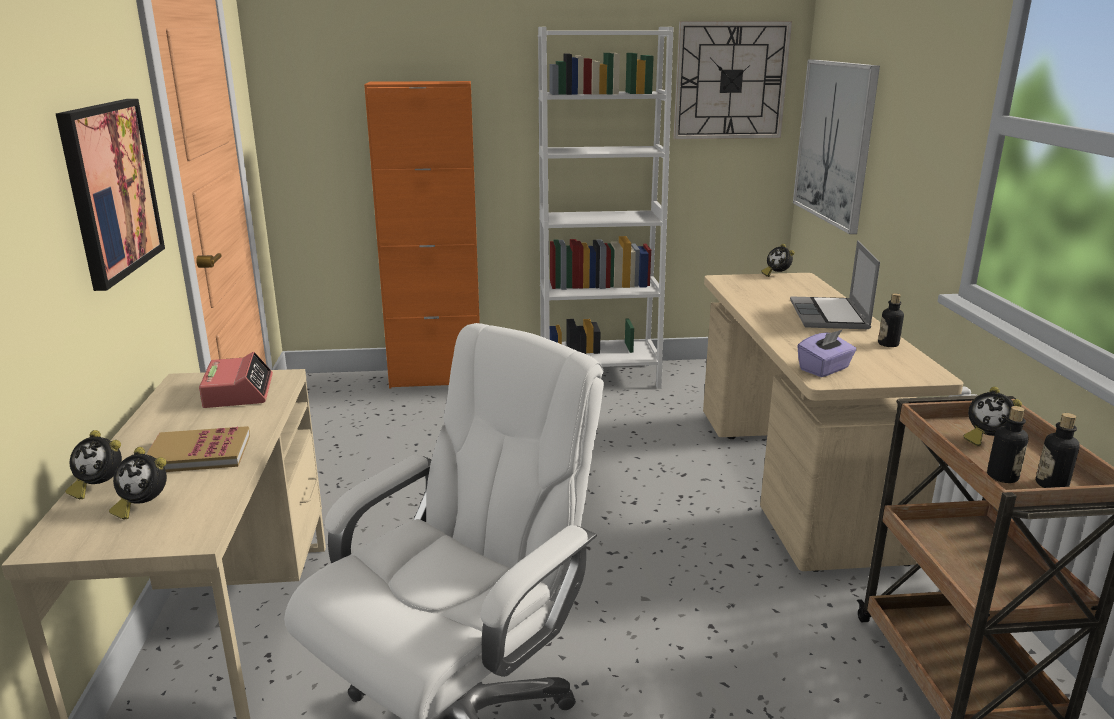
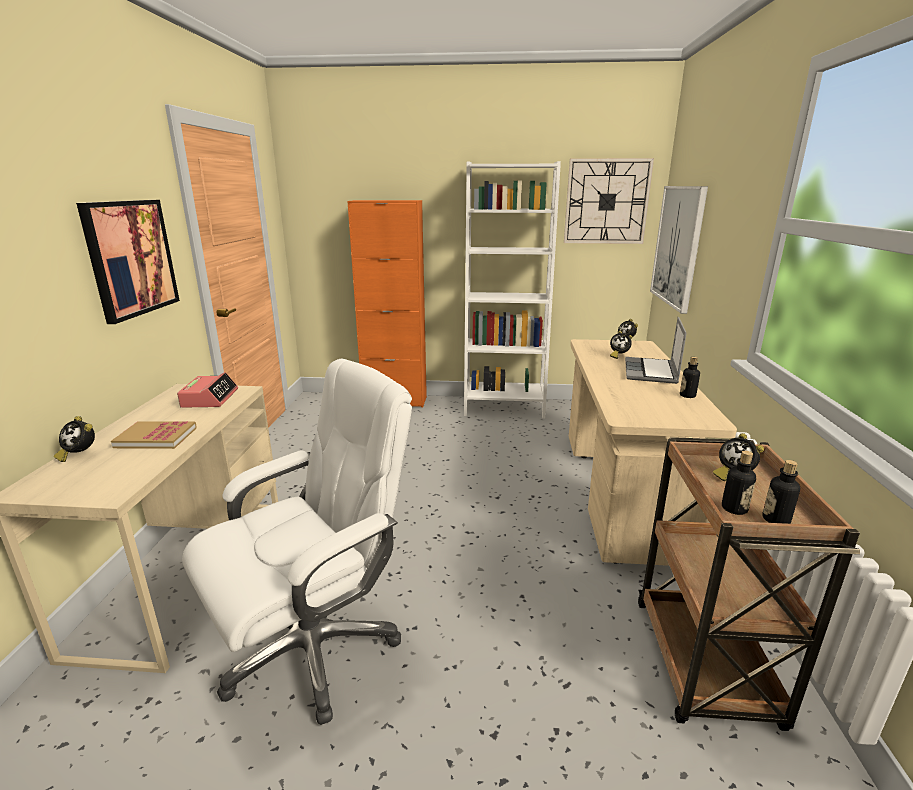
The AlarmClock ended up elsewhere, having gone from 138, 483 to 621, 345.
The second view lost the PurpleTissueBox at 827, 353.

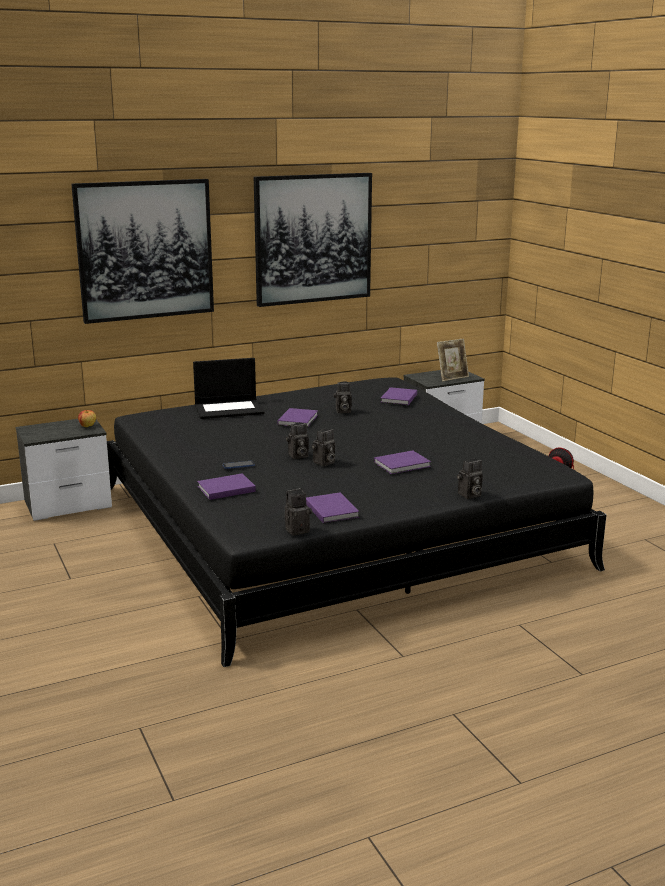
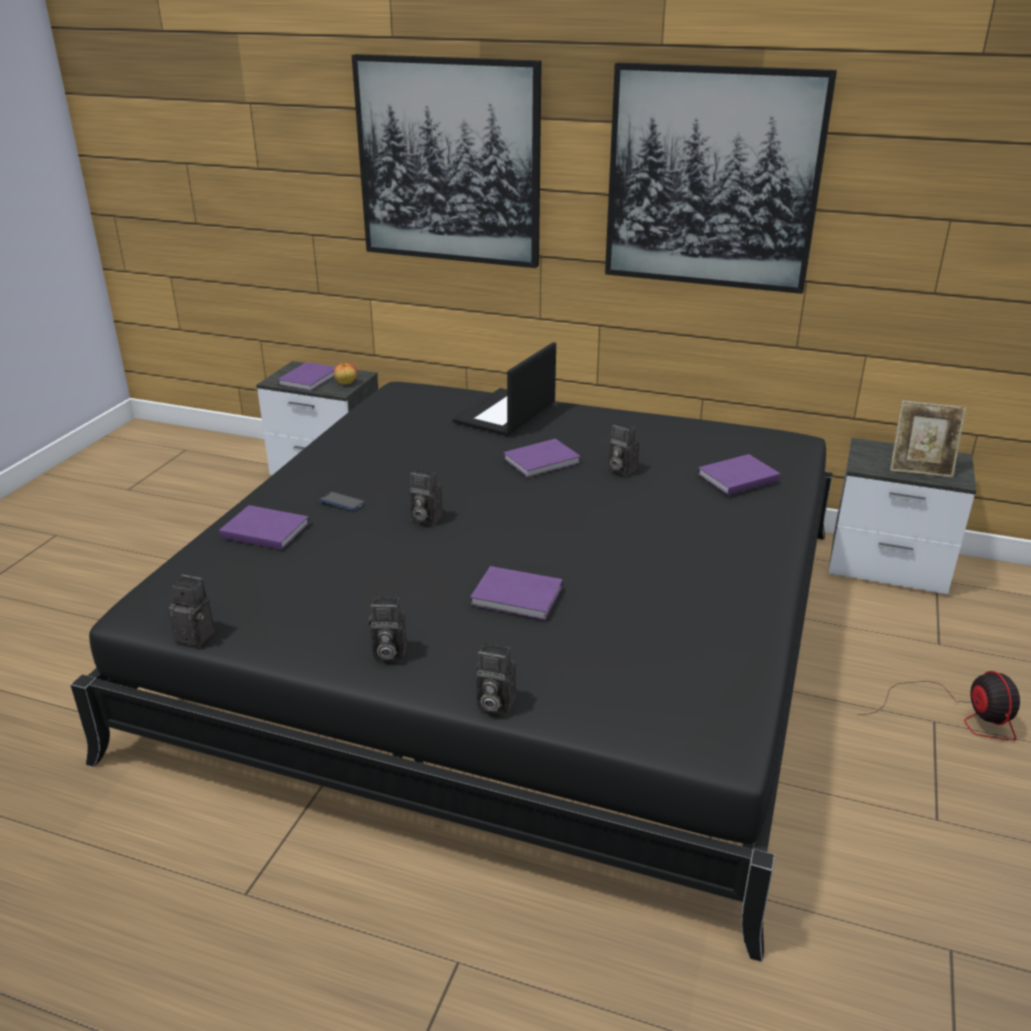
The Laptop at 228, 388 ended up facing another way, 90 degrees clockwise from before.
The PurpleBook ended up elsewhere, having gone from 333, 507 to 306, 376.
The PhotoCamera ended up elsewhere, having gone from 323, 447 to 387, 629.

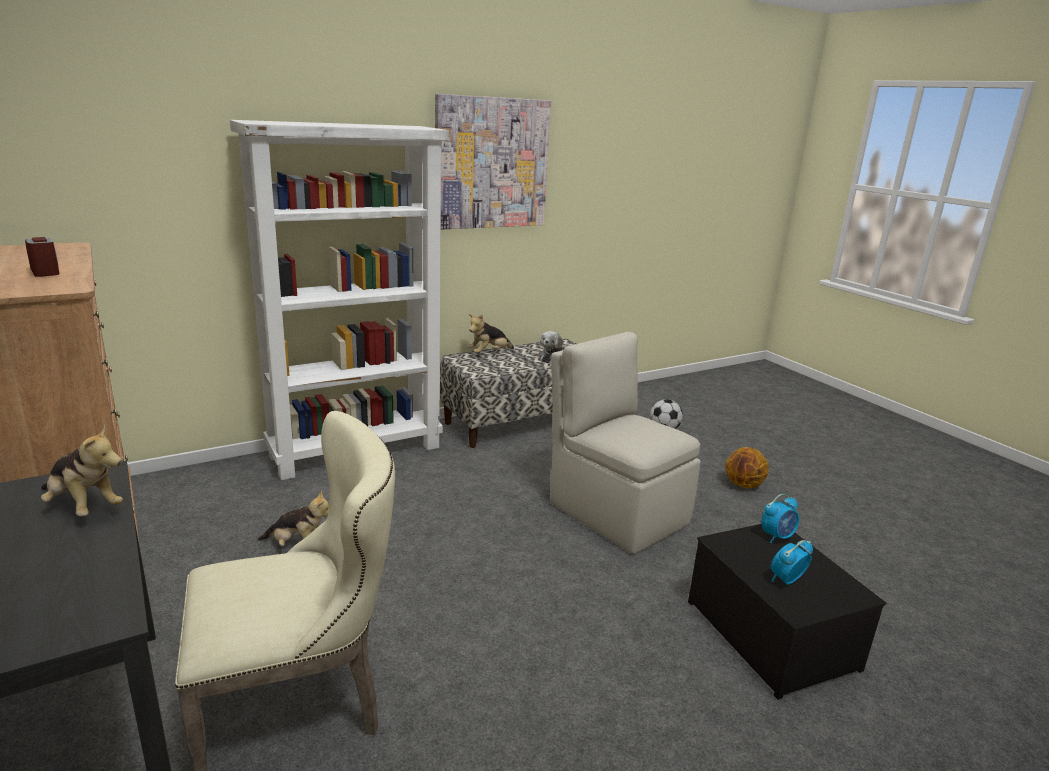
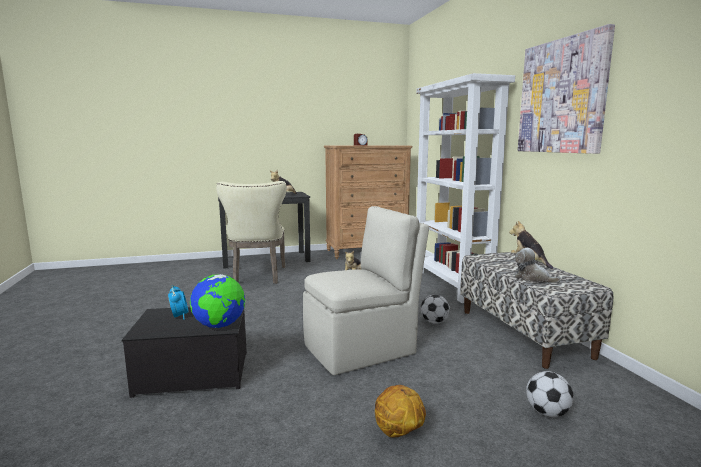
Where the AlarmClock stood at 780, 518, the Globe came to stand at 217, 301.
The second view gained the Football at 435, 309.

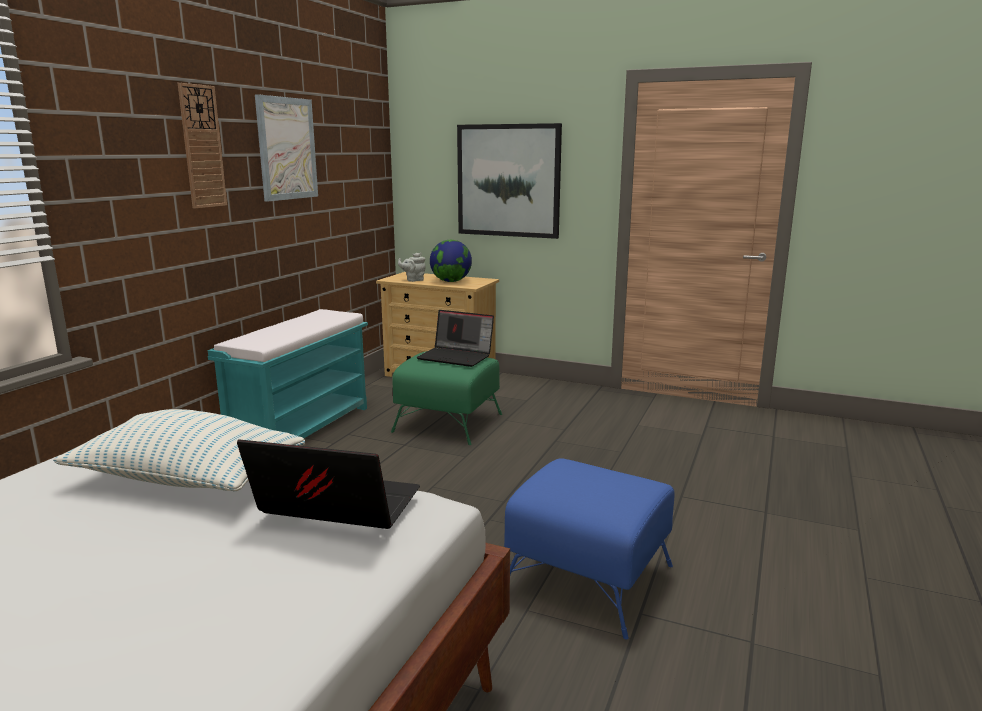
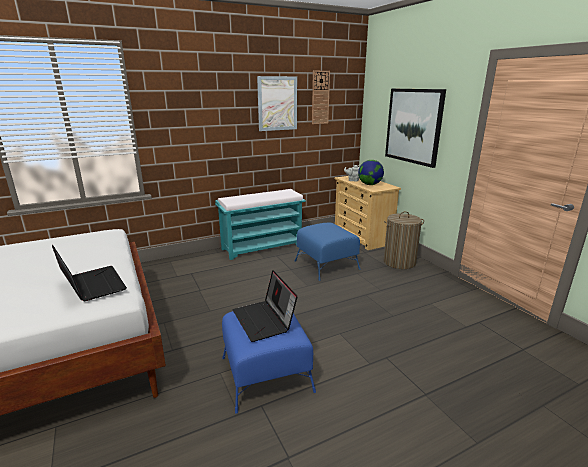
The second view lost the Pillow at 179, 450.
The WallClock ended up elsewhere, having gone from 202, 145 to 321, 97.
What was the GreenOttoman at 446, 398 turned into the BlueOttoman at 328, 252.
The Laptop ended up elsewhere, having gone from 455, 338 to 265, 306.
The second view gained the LaundryBasket at 404, 240.

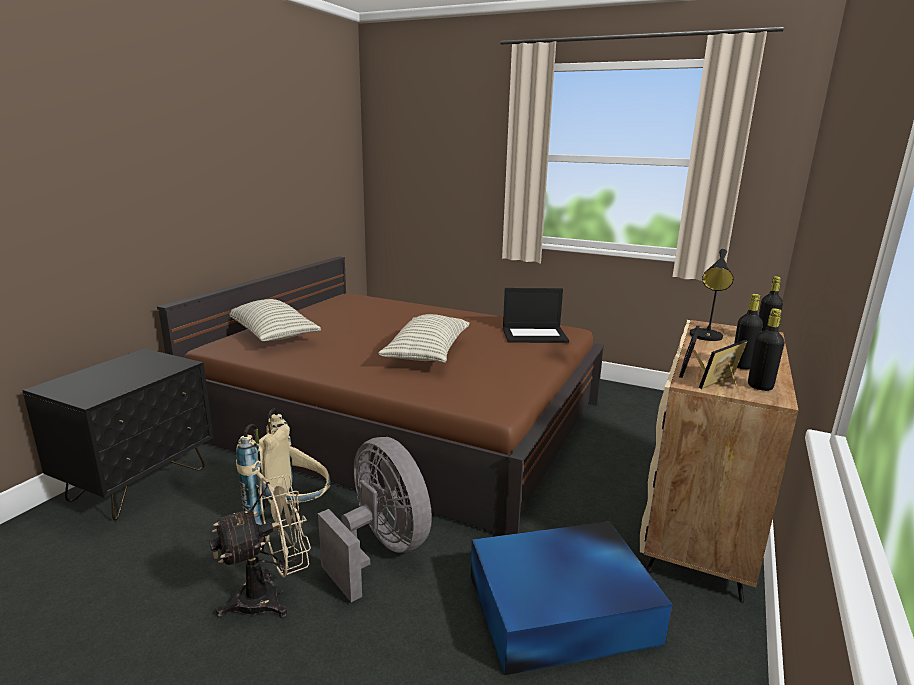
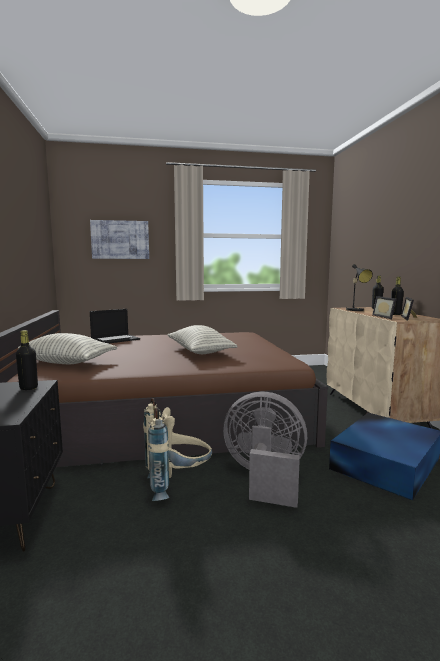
The second view lost the BeigeFan at 260, 546.
The Laptop ended up elsewhere, having gone from 536, 315 to 115, 326.
The BlackBottle ended up elsewhere, having gone from 766, 349 to 27, 360.
The second view gained the Picture at 119, 239.

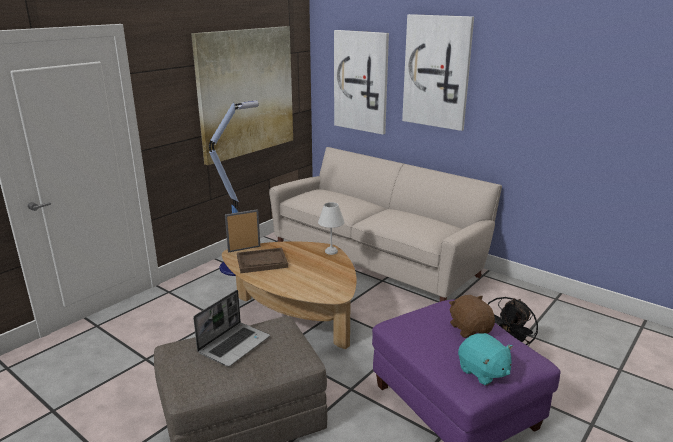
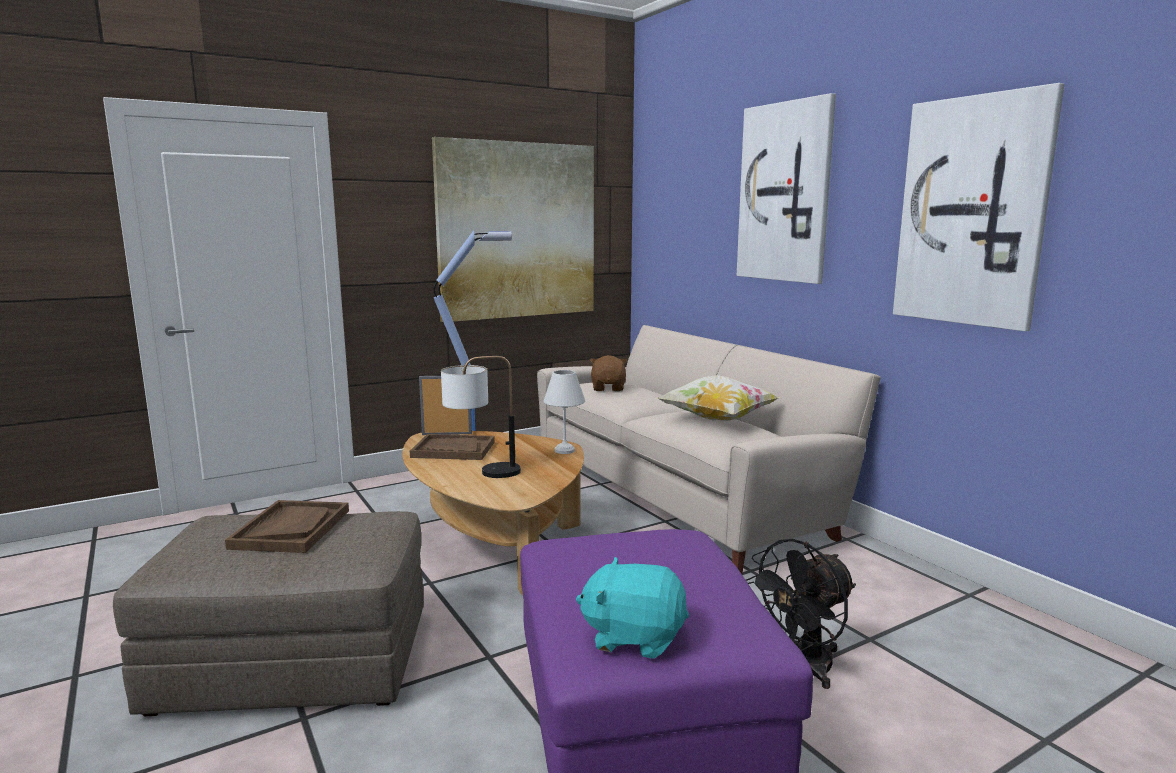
Where the Laptop stood at 231, 328, the BrownTray came to stand at 287, 526.
The Picture ended up elsewhere, having gone from 361, 82 to 979, 207.
The BrownPlushToy ended up elsewhere, having gone from 472, 316 to 608, 373.
The TurquoisePlushToy at 485, 359 ended up facing another way, 120 degrees clockwise from before.
The second view gained the TableLamp at 481, 417.
The second view gained the Pillow at 719, 398.

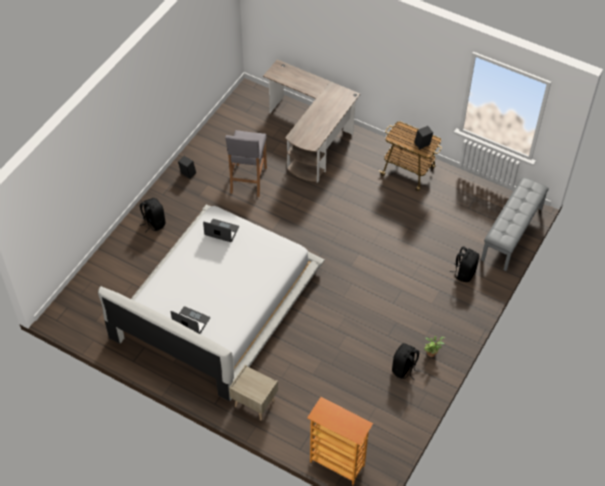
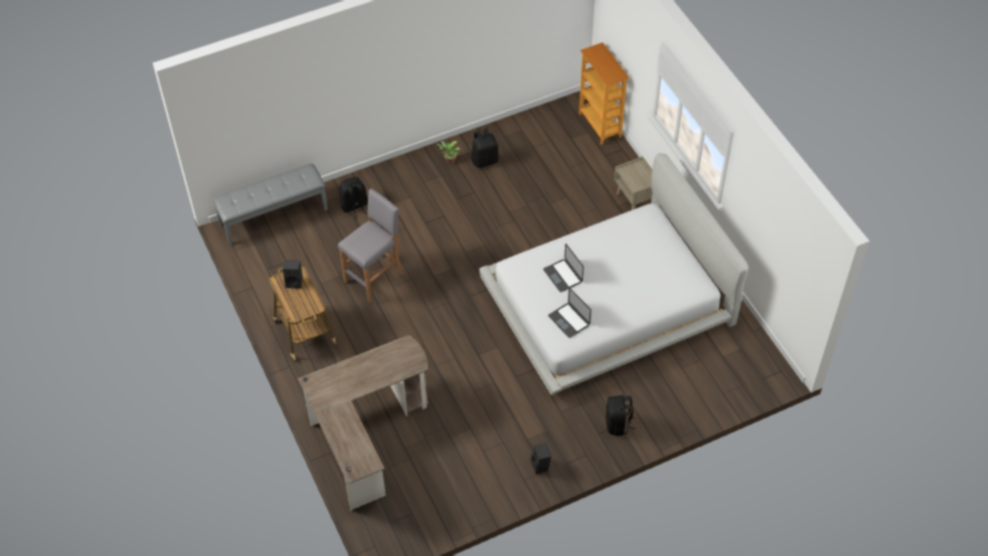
The Laptop ended up elsewhere, having gone from 190, 320 to 563, 268.
The GreyStool ended up elsewhere, having gone from 246, 163 to 371, 245.

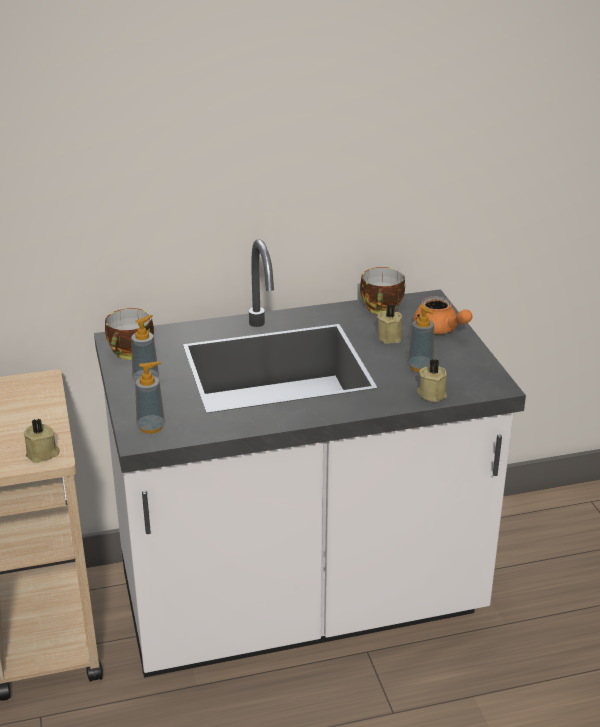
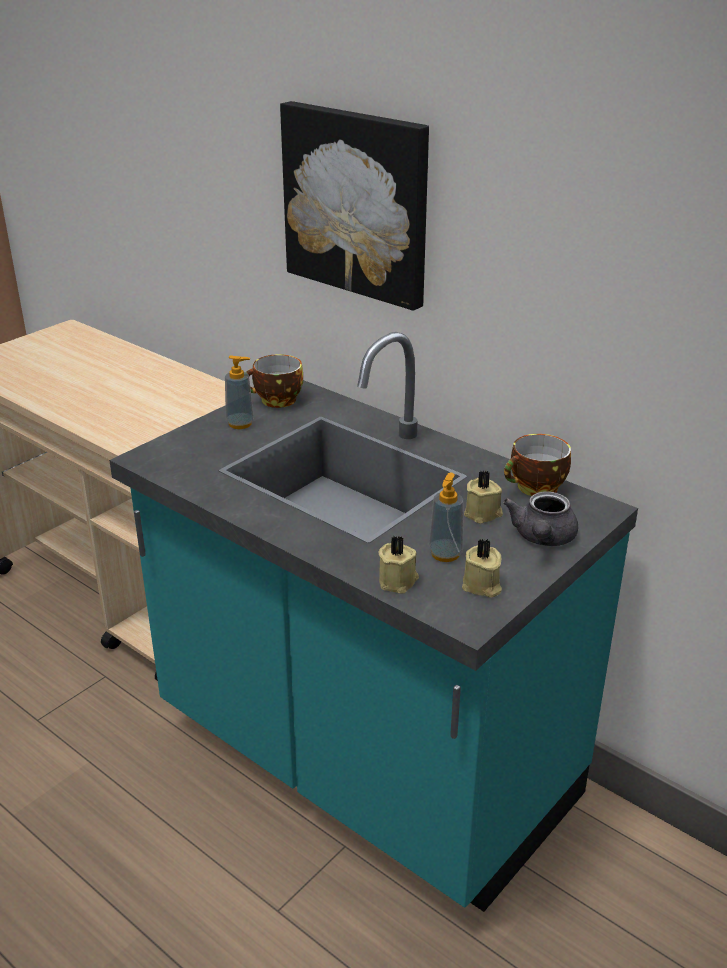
The BeigeCandle ended up elsewhere, having gone from 42, 440 to 482, 568.
What was the WhiteCounter at 310, 458 turned into the TurquoiseCounter at 373, 622.
The second view lost the SoapDispenser at 150, 398.
What was the OrangeTeapot at 442, 315 turned into the GreyTeapot at 540, 518.
The second view gained the Picture at 354, 206.

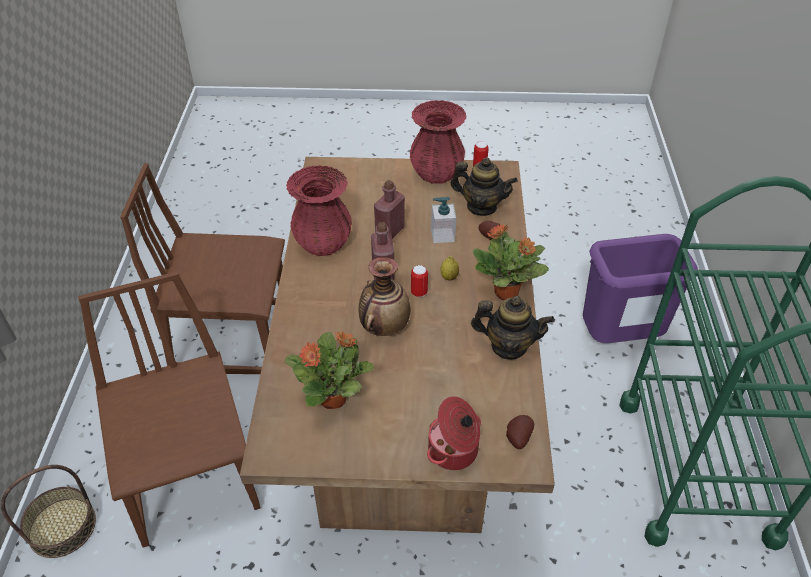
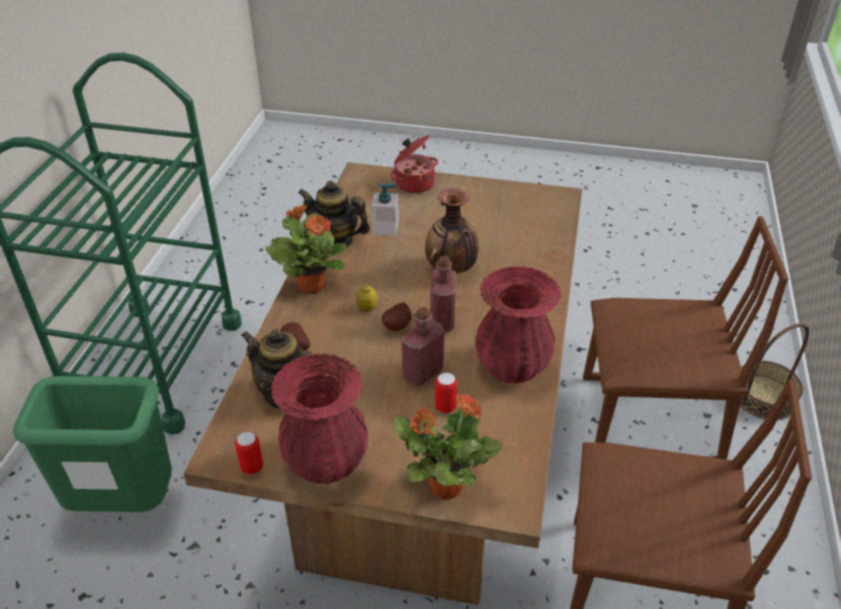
The BrownChair at 169, 410 ended up facing another way, 75 degrees counterclockwise from before.
The PottedPlant ended up elsewhere, having gone from 329, 370 to 448, 447.
The Can ended up elsewhere, having gone from 419, 281 to 446, 393.
The SoapDispenser ended up elsewhere, having gone from 443, 220 to 385, 209.
The Potato ended up elsewhere, having gone from 520, 432 to 396, 317.
What was the PurpleTrashCan at 640, 288 turned into the GreenTrashCan at 92, 444.

